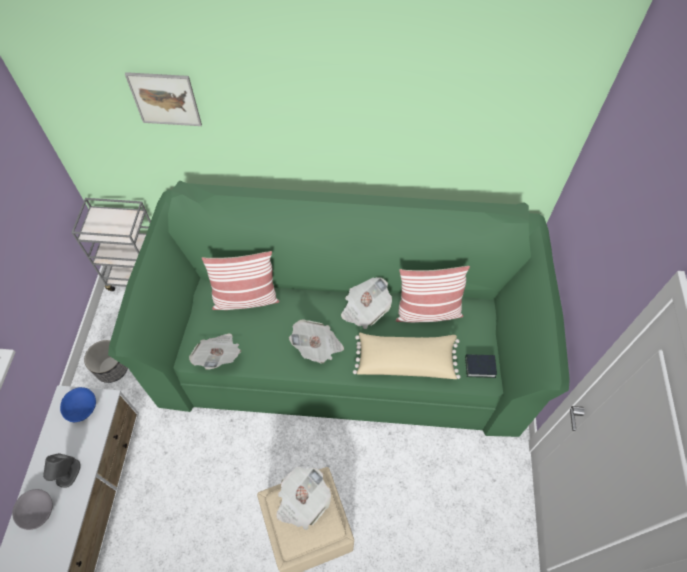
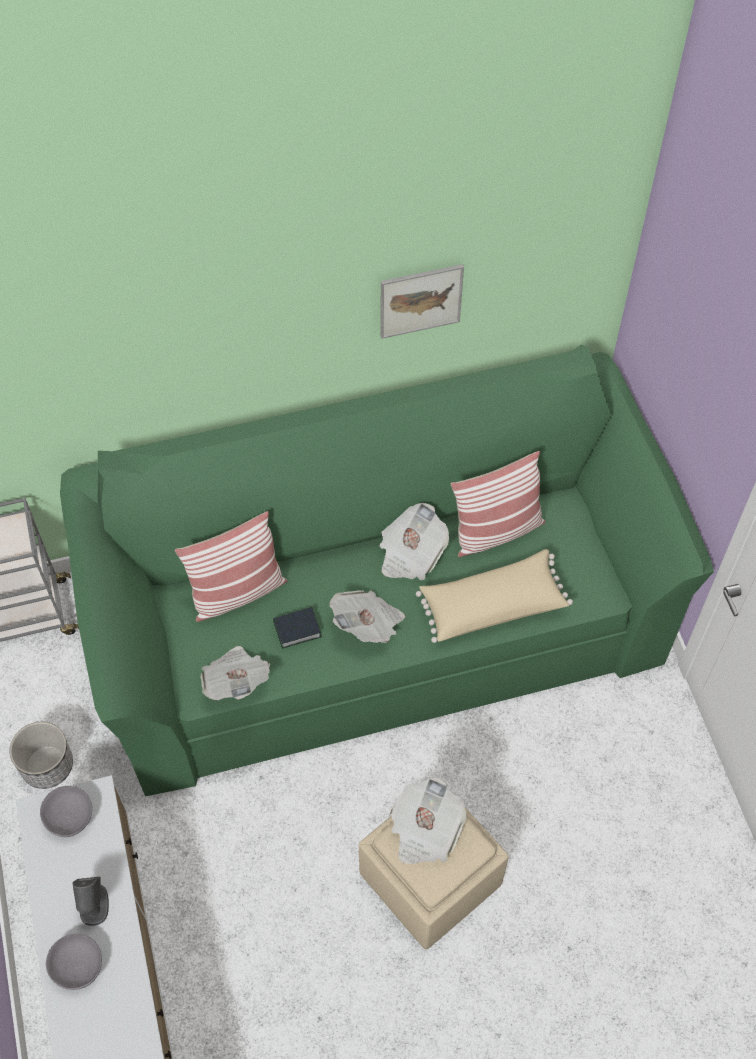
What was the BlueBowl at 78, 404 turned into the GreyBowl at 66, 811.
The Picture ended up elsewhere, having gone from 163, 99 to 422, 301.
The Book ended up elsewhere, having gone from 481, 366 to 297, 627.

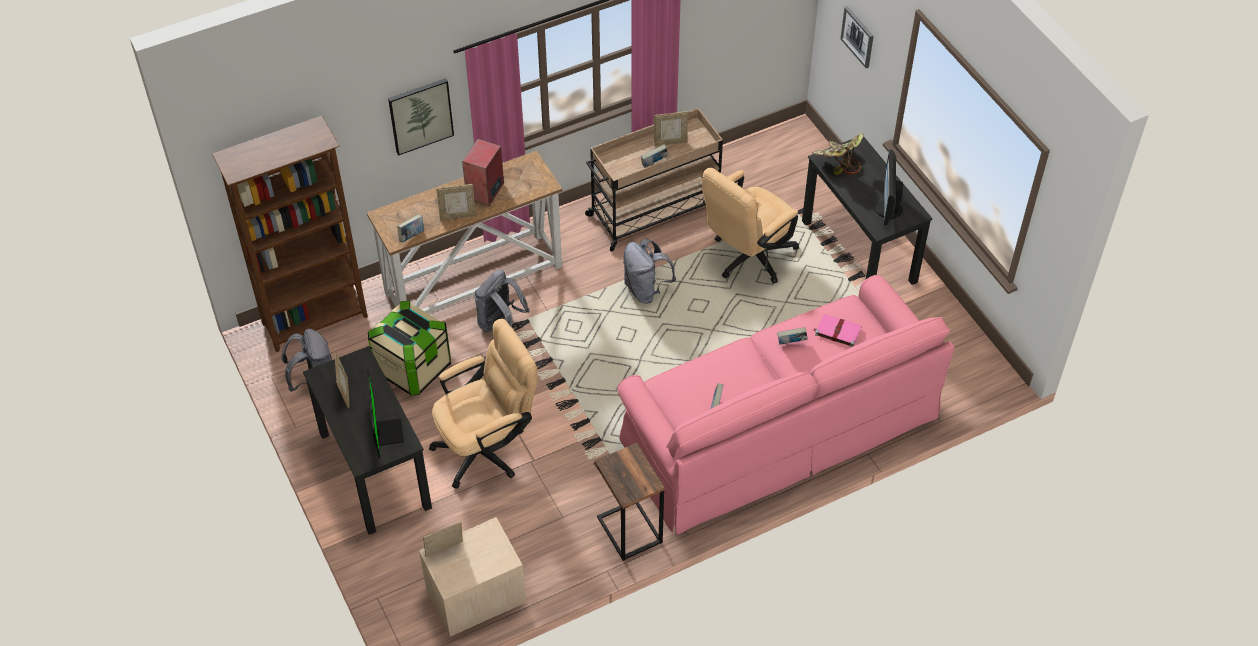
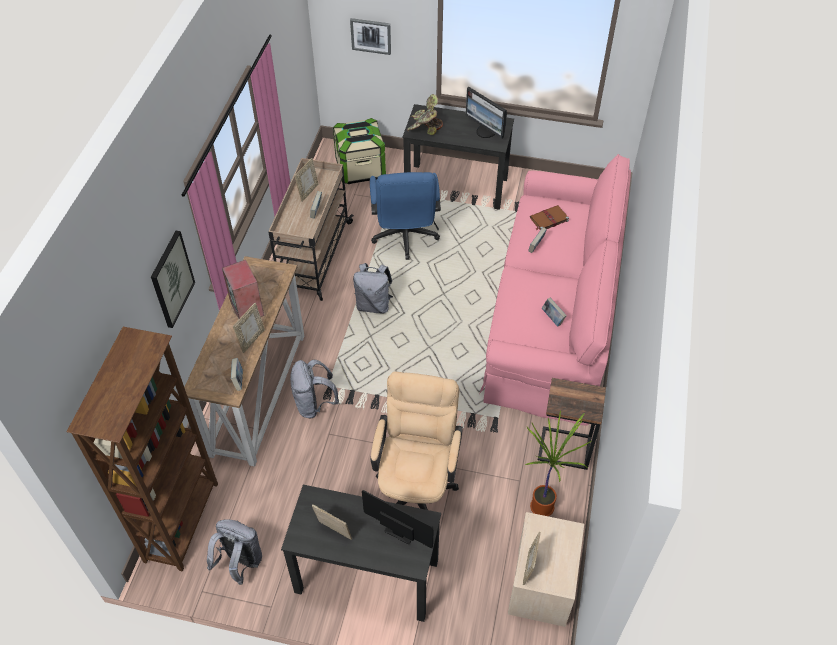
The StorageBox ended up elsewhere, having gone from 409, 347 to 359, 151.
What was the BeigeOfficeChair at 750, 226 turned into the BlueOfficeChair at 405, 216.
What was the PinkBook at 837, 330 turned into the BrownBook at 549, 217.
The second view gained the PottedPlant at 558, 463.

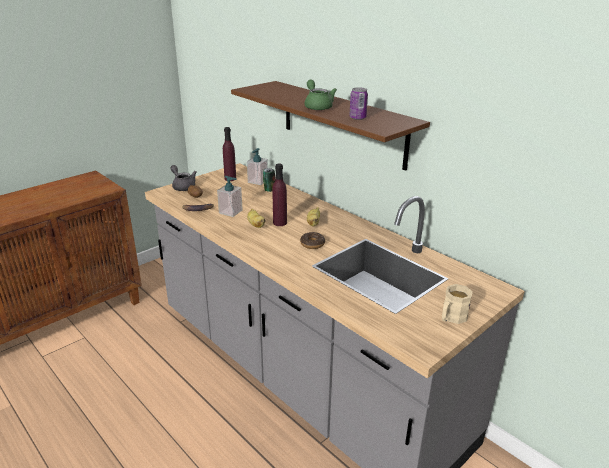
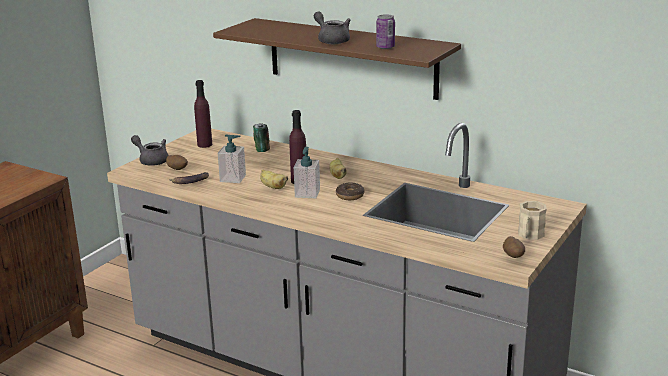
The SoapDispenser ended up elsewhere, having gone from 257, 166 to 307, 172.
What was the GreenTeapot at 321, 94 turned into the GreyTeapot at 332, 28.
The second view gained the Potato at 514, 247.

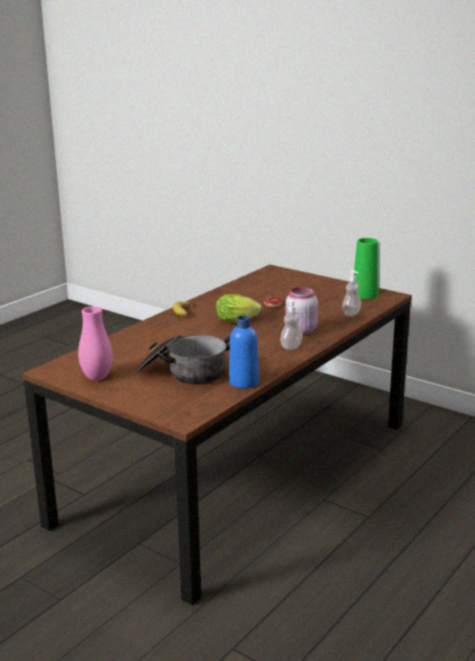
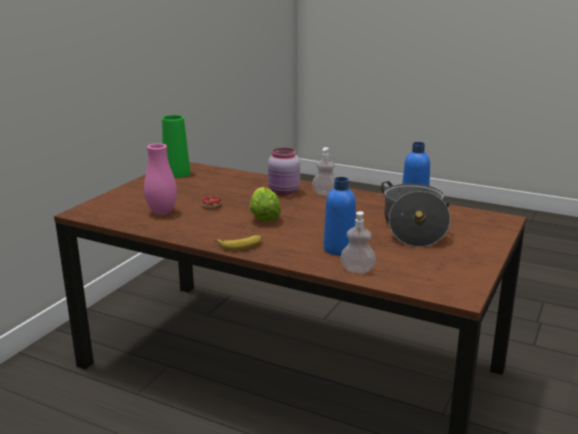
The PinkVase ended up elsewhere, having gone from 95, 343 to 160, 179.
The SoapDispenser ended up elsewhere, having gone from 351, 293 to 358, 242.
The second view gained the BlueBottle at 340, 216.

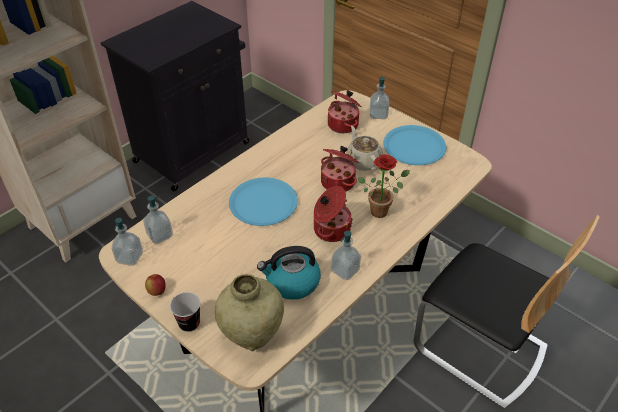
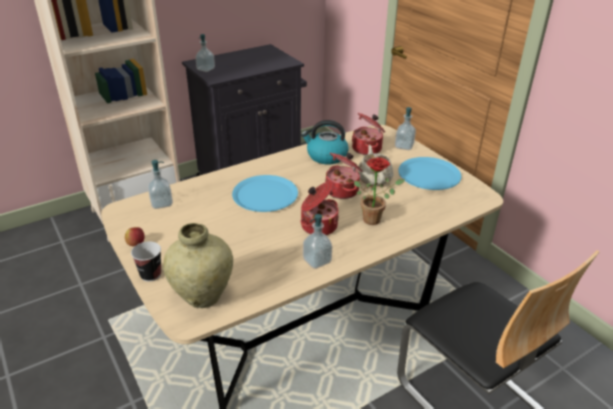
The SoapDispenser ended up elsewhere, having gone from 127, 242 to 205, 53.
The Kettle ended up elsewhere, having gone from 289, 273 to 325, 142.

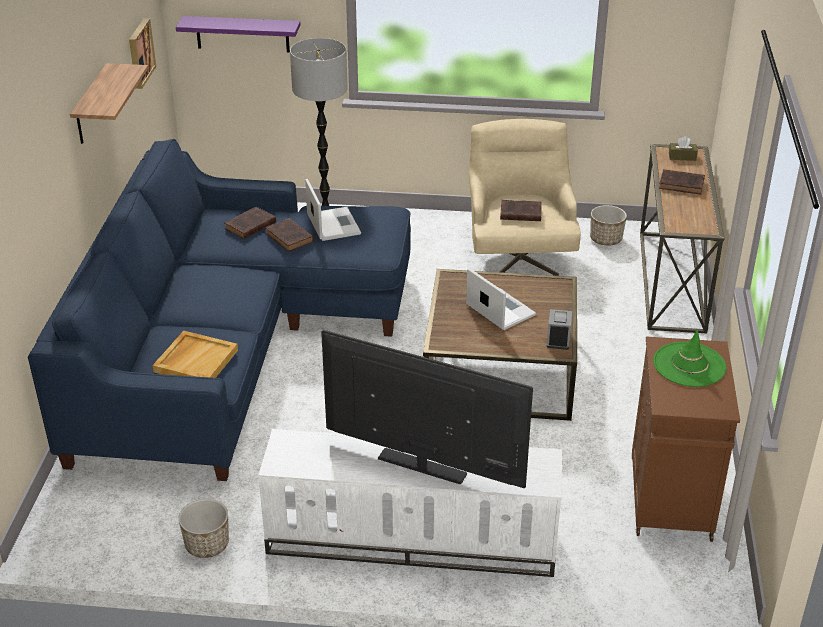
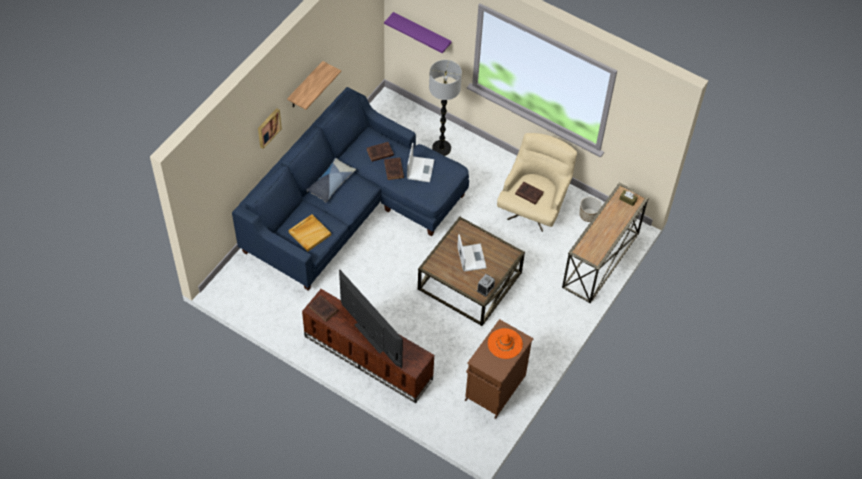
The Picture ended up elsewhere, having gone from 142, 53 to 270, 128.
The second view lost the Planter at 204, 528.
What was the WhiteTvStand at 410, 503 turned into the BrownTvStand at 368, 346.
What was the GreenHat at 689, 358 turned into the OrangeHat at 505, 343.
The BrownBook ended up elsewhere, having gone from 682, 182 to 323, 308.
The second view gained the Pillow at 331, 180.

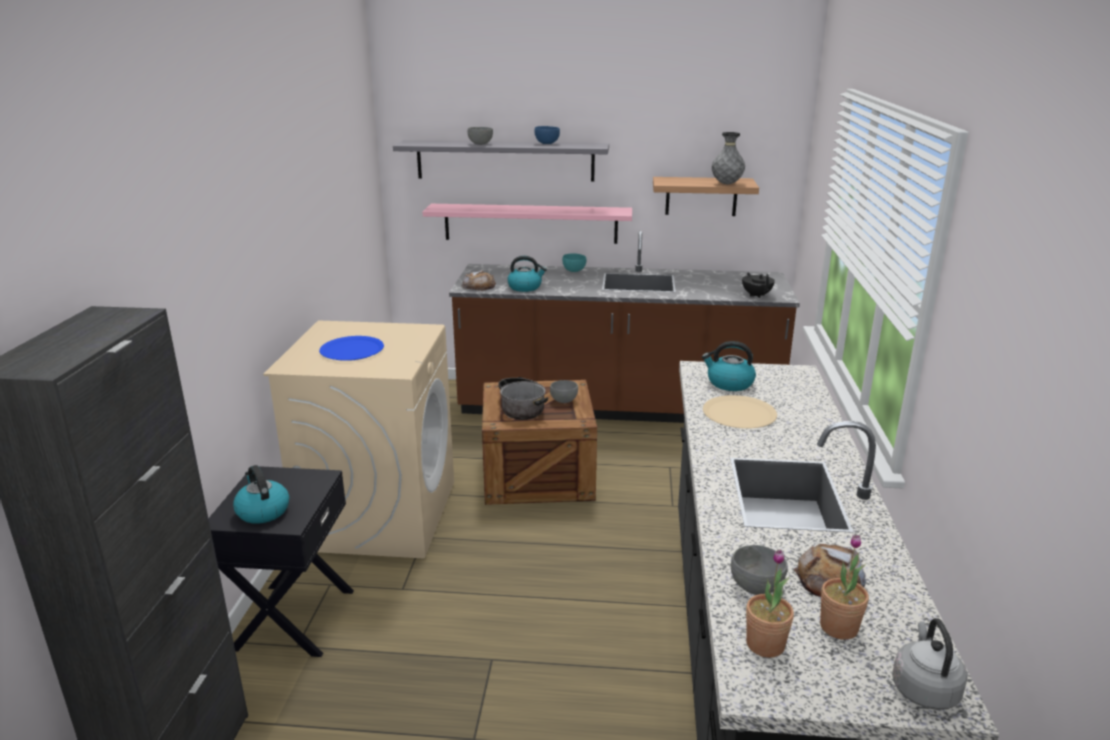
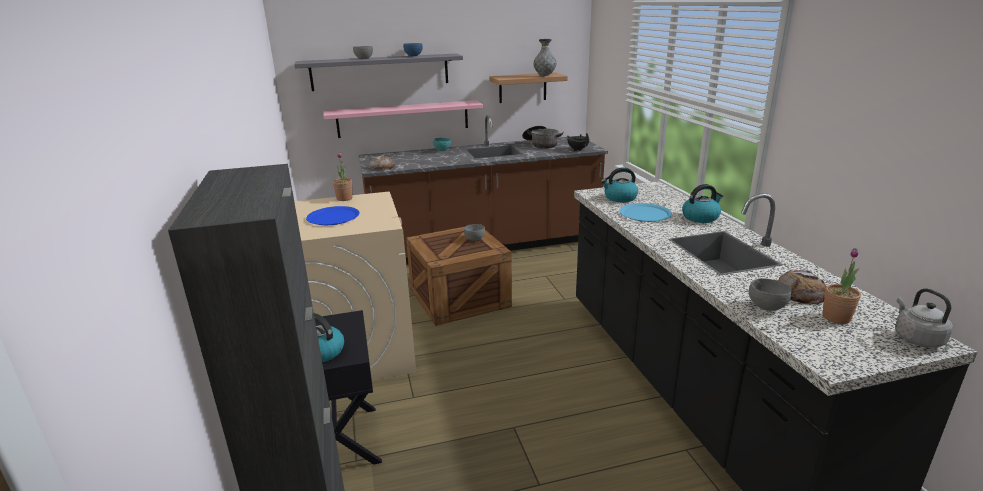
The CookingPot ended up elsewhere, having gone from 523, 398 to 543, 137.
The Kettle ended up elsewhere, having gone from 527, 274 to 702, 203.
What was the BeigePlate at 740, 412 turned into the BluePlate at 645, 212.
The PottedPlant ended up elsewhere, having gone from 770, 603 to 343, 176.

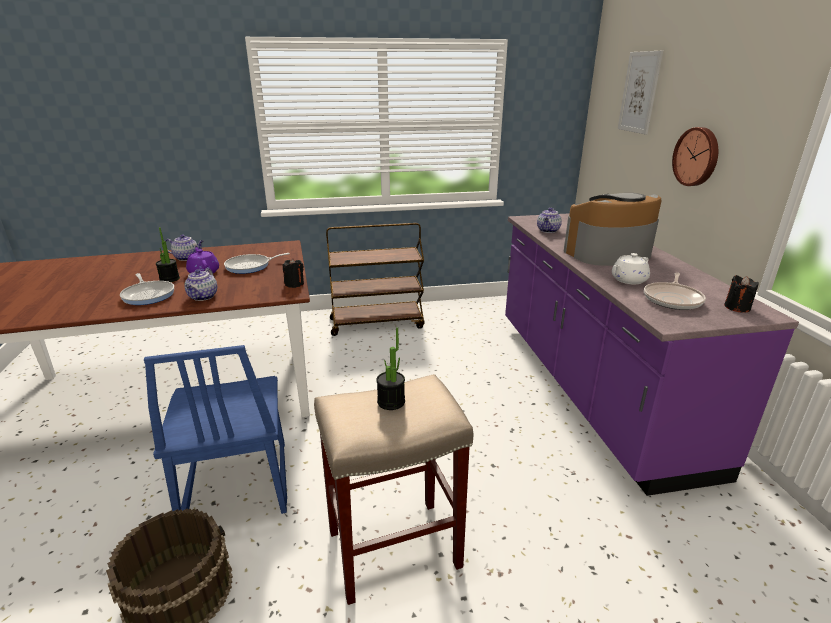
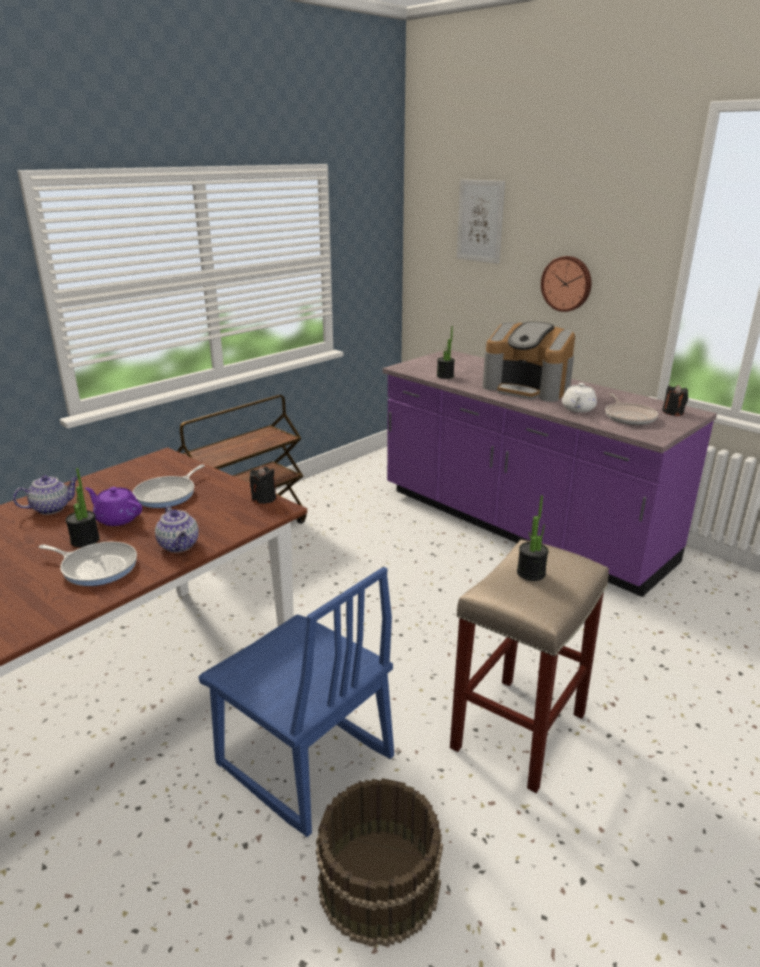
Where the Teapot stood at 549, 220, the PottedPlant came to stand at 446, 352.
The CoffeeMachine at 613, 229 ended up facing another way, 90 degrees counterclockwise from before.

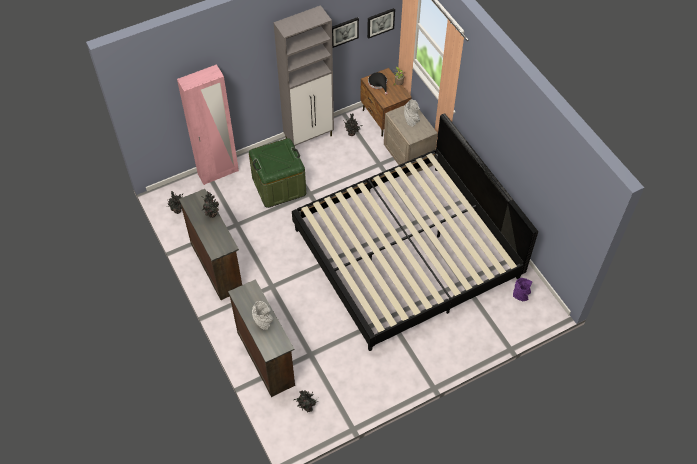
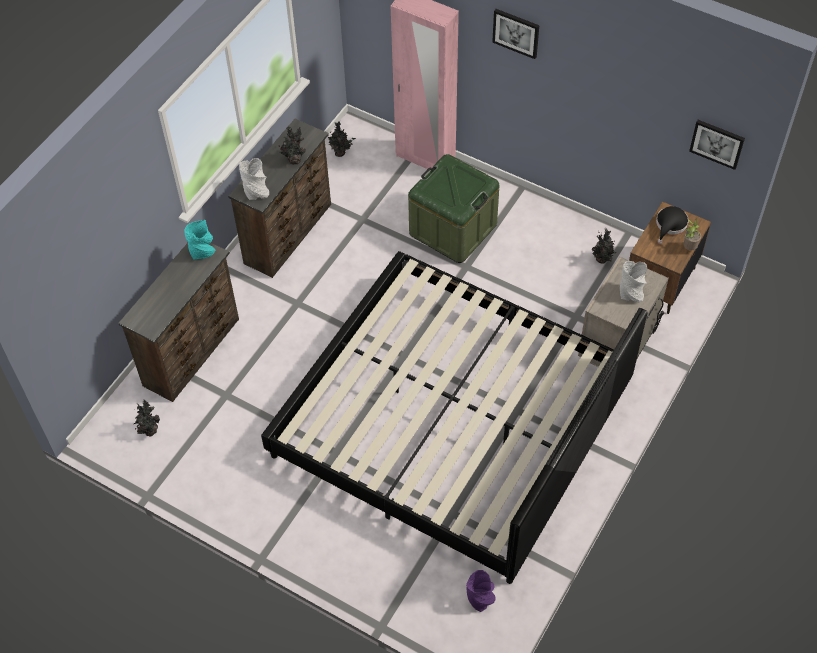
The GreyVase ended up elsewhere, having gone from 262, 315 to 254, 179.
The second view lost the GreyCabinet at 303, 76.
The Picture ended up elsewhere, having gone from 345, 32 to 515, 34.
The second view gained the TurquoiseVase at 199, 239.

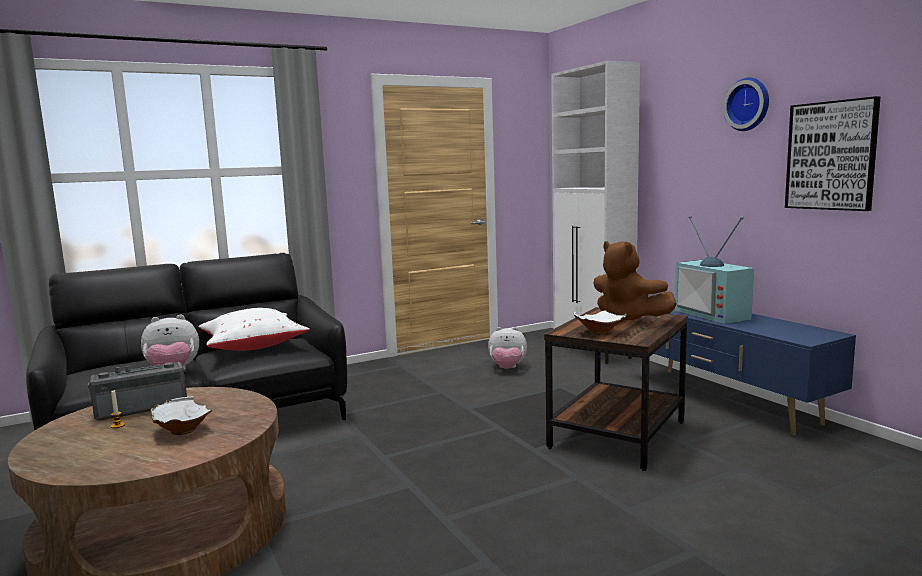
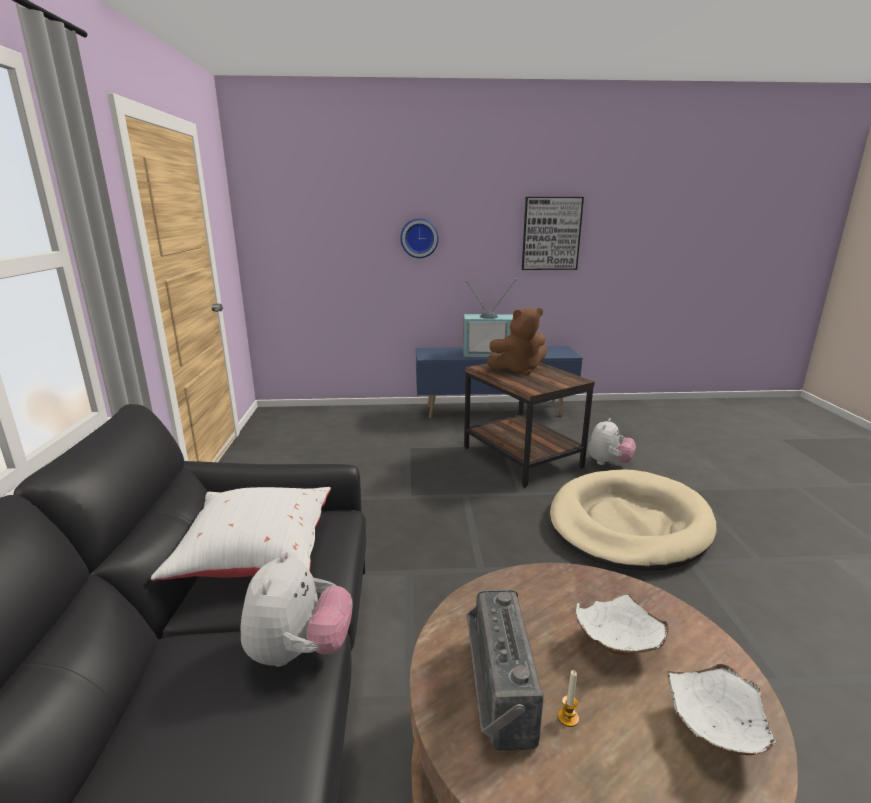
The PlushToy ended up elsewhere, having gone from 507, 348 to 612, 441.
The second view lost the WhiteCabinet at 595, 212.
The WhiteBowl ended up elsewhere, having gone from 600, 322 to 722, 709.
The WallClock ended up elsewhere, having gone from 746, 104 to 419, 238.
The second view gained the BeigeDogBed at 633, 519.

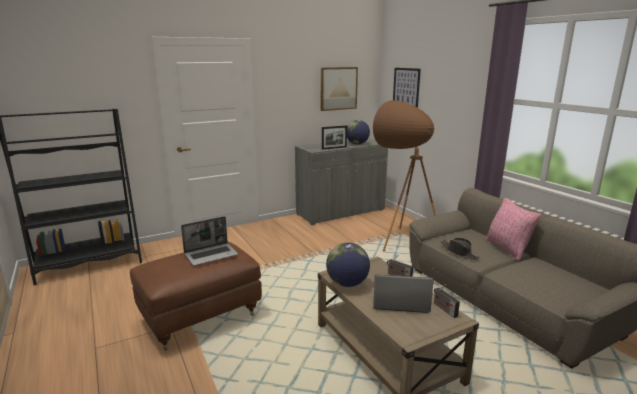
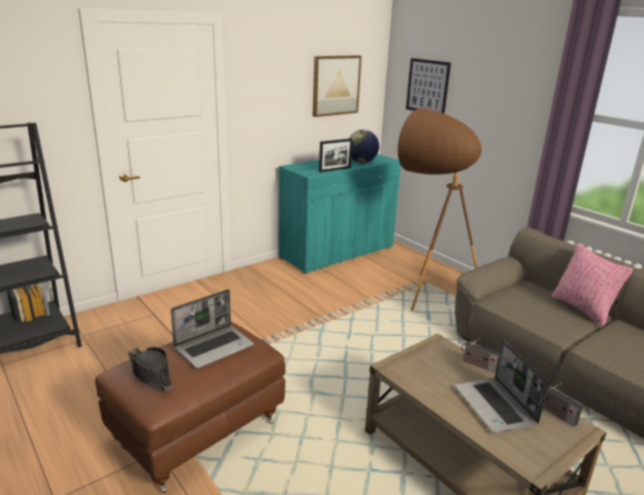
What was the GreyCabinet at 341, 181 turned into the TurquoiseCabinet at 340, 214.
The second view lost the Globe at 348, 265.
The Laptop at 403, 293 ended up facing another way, 105 degrees counterclockwise from before.
The BlackHat ended up elsewhere, having gone from 460, 249 to 151, 369.

